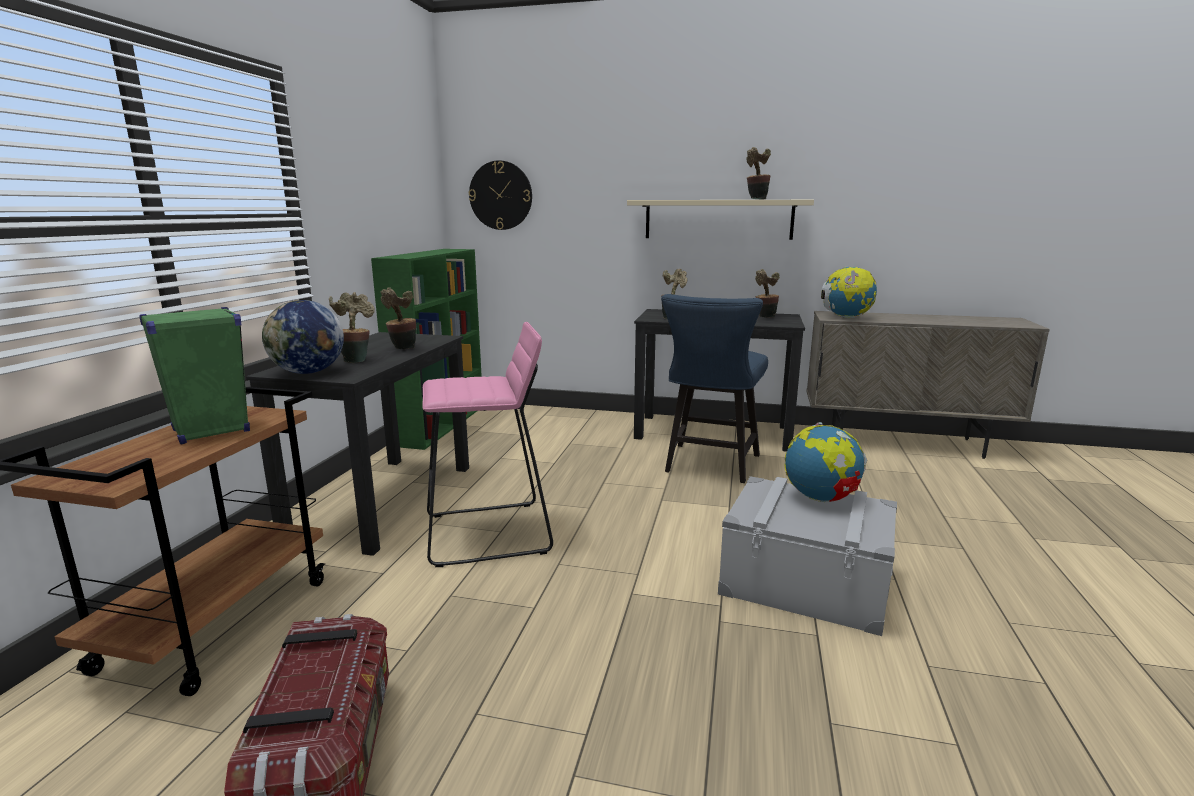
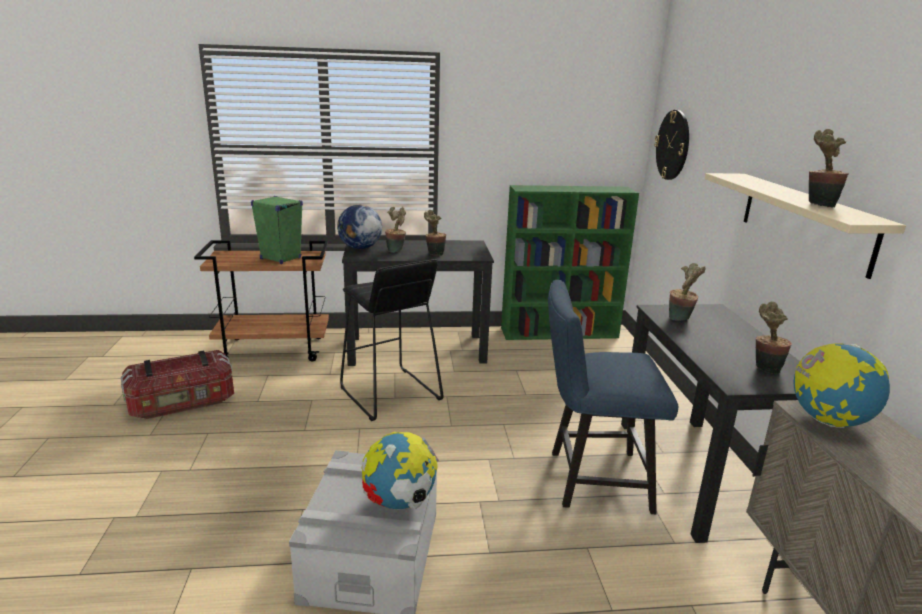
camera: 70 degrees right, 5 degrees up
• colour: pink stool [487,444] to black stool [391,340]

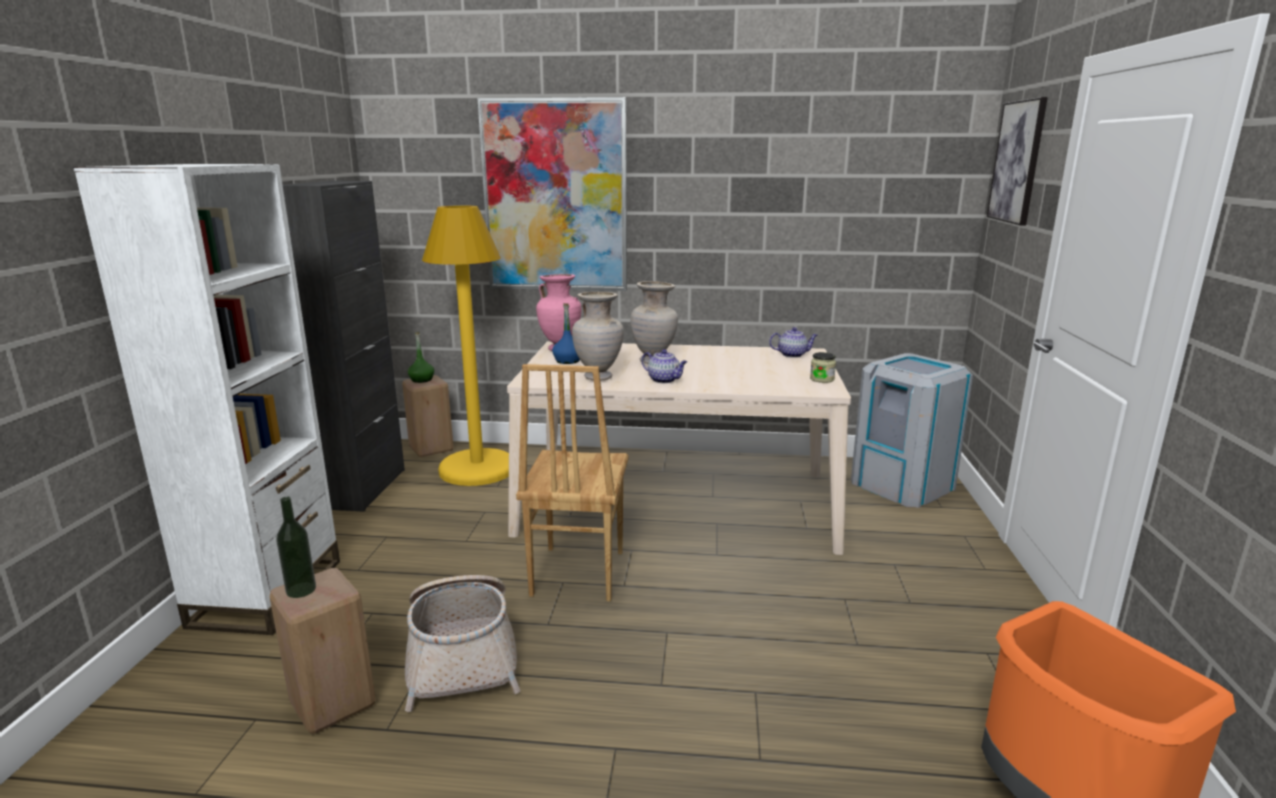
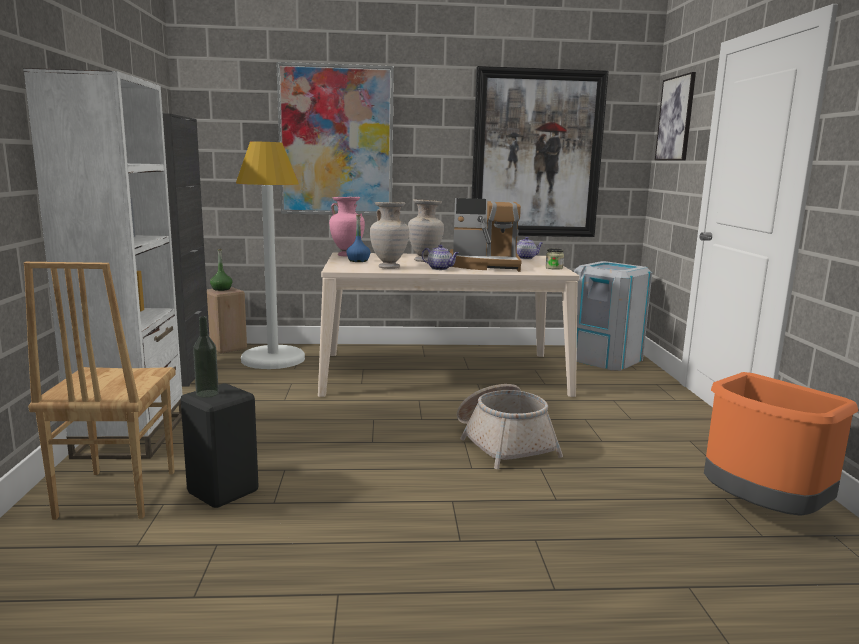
camera: 10 degrees left, 5 degrees down
• colour: beige stool [322,651] to black stool [219,445]
• relocated: basket [462,643] to [510,426]
• colour: yellow floor lamp [465,345] to white floor lamp [270,255]
• relocated: brown chair [572,482] to [100,391]
• appeared: coffee machine [486,235]
• appeared: picture [540,151]

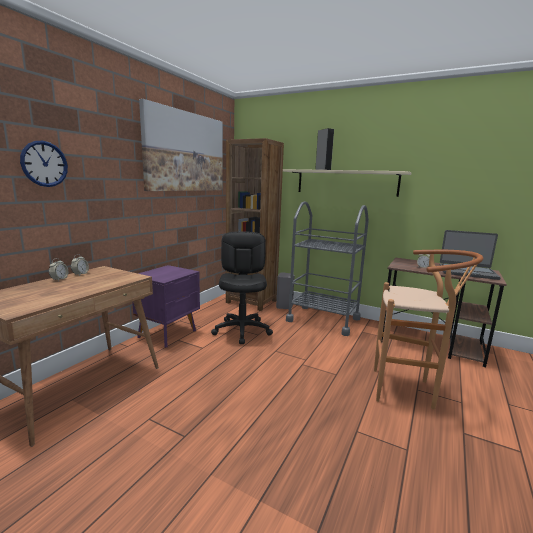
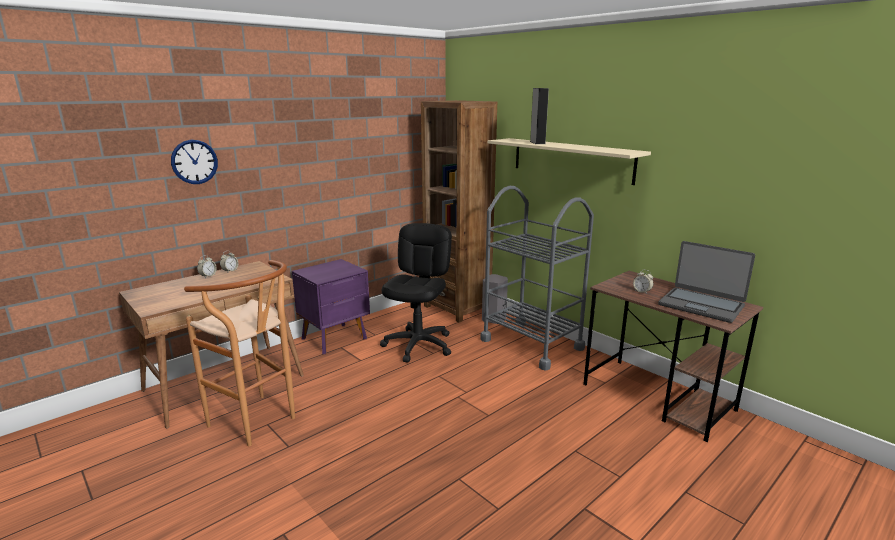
camera: 20 degrees right, 5 degrees up
• missing: picture [181,145]
• relocated: brown stool [428,329] to [239,353]

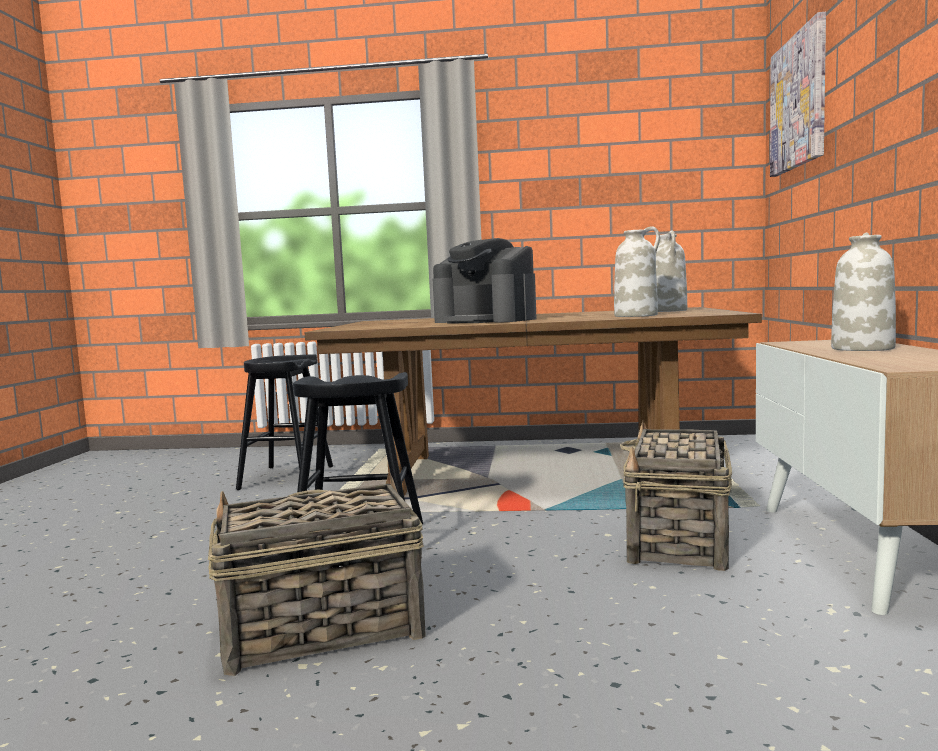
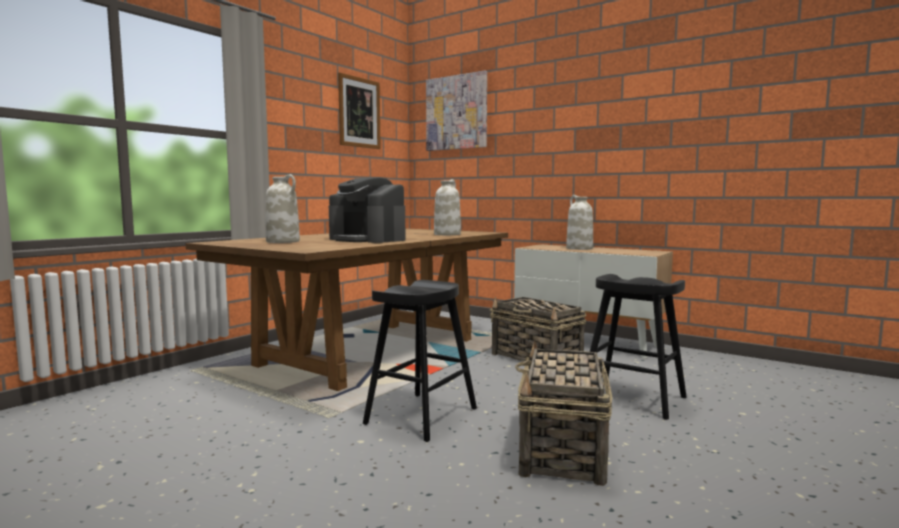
camera: 60 degrees left, 0 degrees up
• relocated: black stool [284,422] to [638,347]
• spun: coffee machine [485,280] = [367,210] 60 degrees clockwise
• relocated: white vase [671,271] to [283,208]
• appeared: picture [359,111]

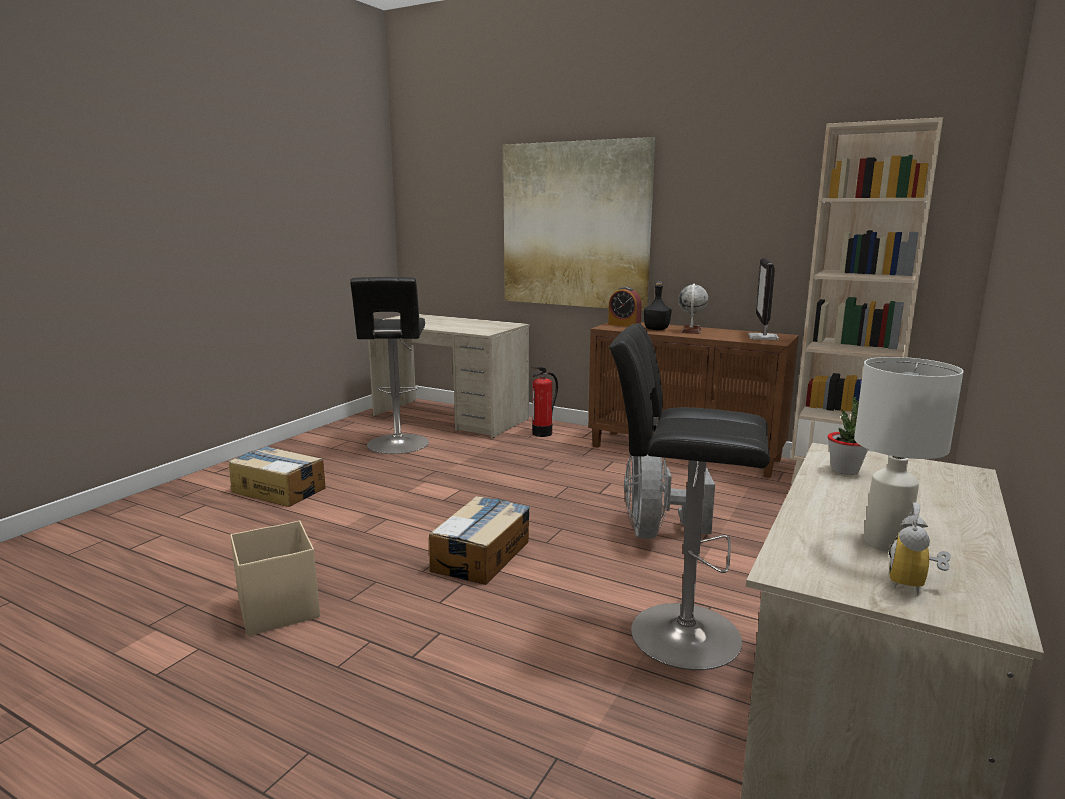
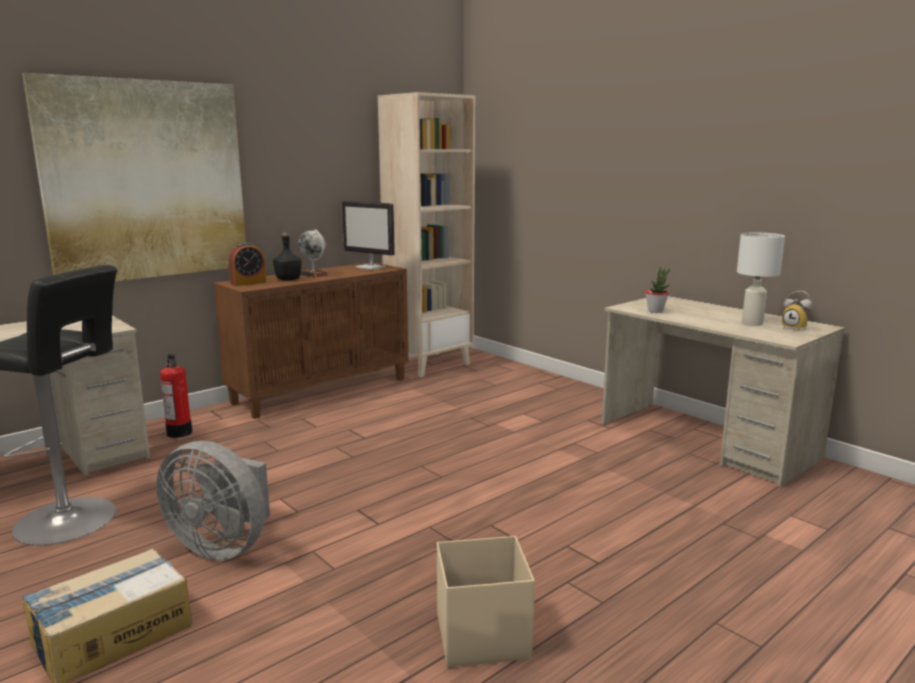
camera: 70 degrees left, 0 degrees up
• missing: cardboard box [479,540]
• missing: black stool [689,496]
• relocated: grey fan [669,497] to [213,500]

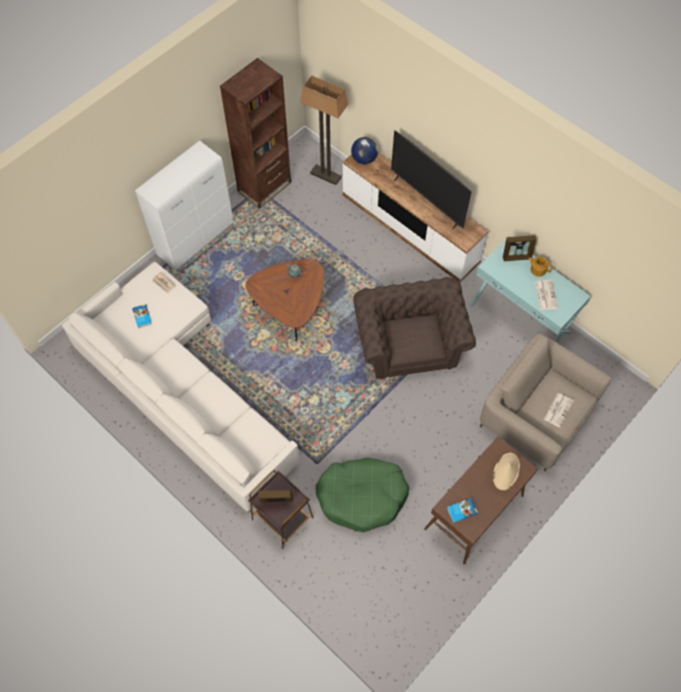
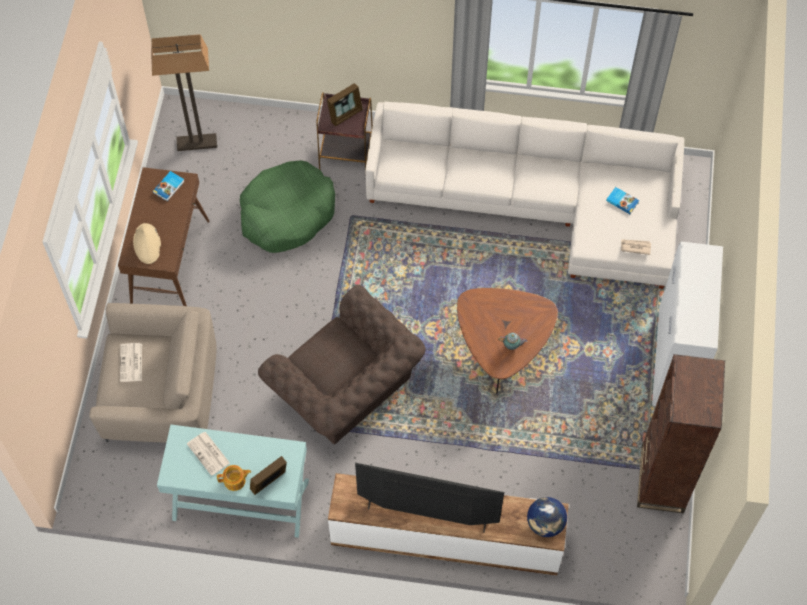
camera: 145 degrees right, 0 degrees up
• relocated: floor lamp [324,130] to [184,92]

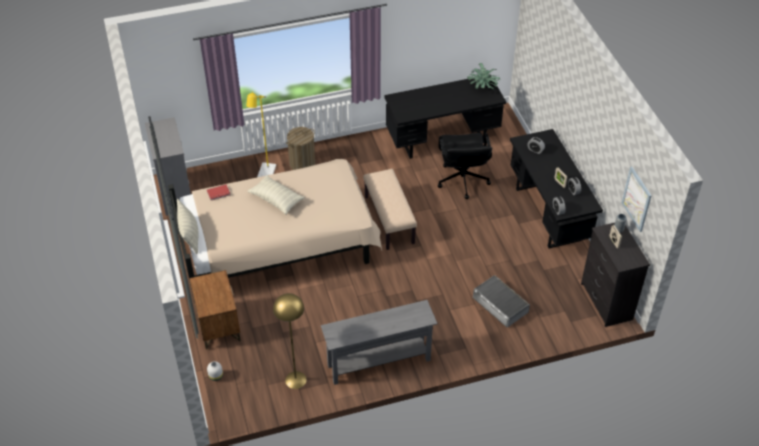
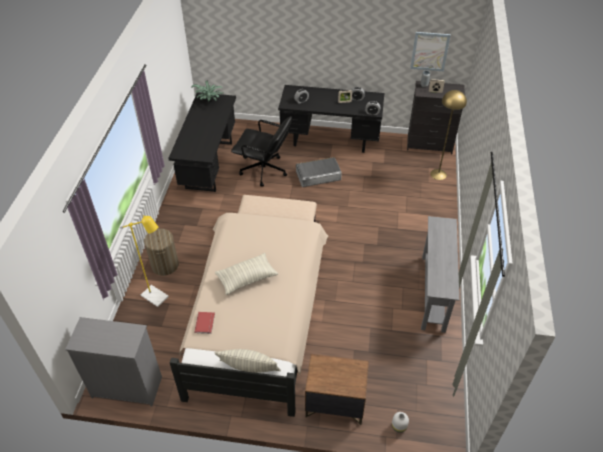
camera: 65 degrees left, 0 degrees up
• relocated: yellow floor lamp [290,341] to [448,135]
• relocated: grey storage box [501,301] to [319,172]

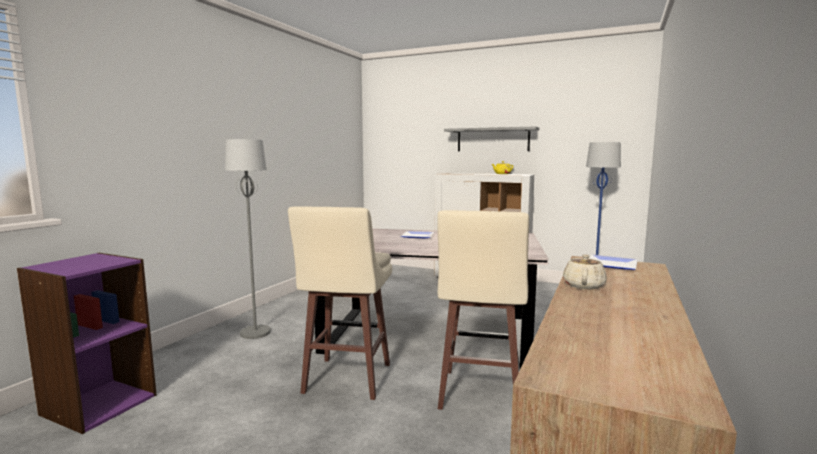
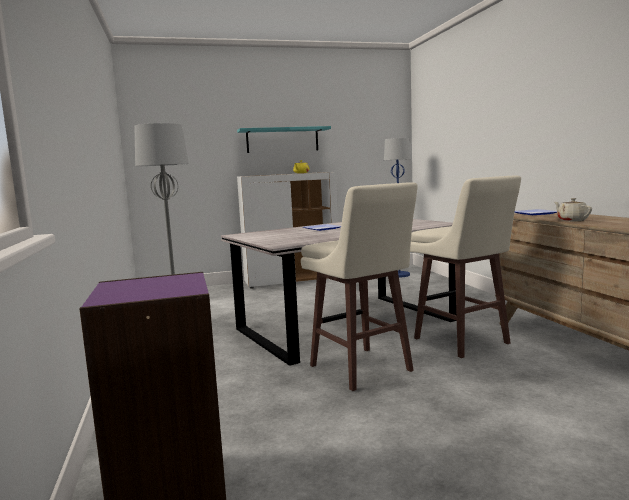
camera: 40 degrees left, 0 degrees up
• colour: grey shelf [491,138] to turquoise shelf [284,139]

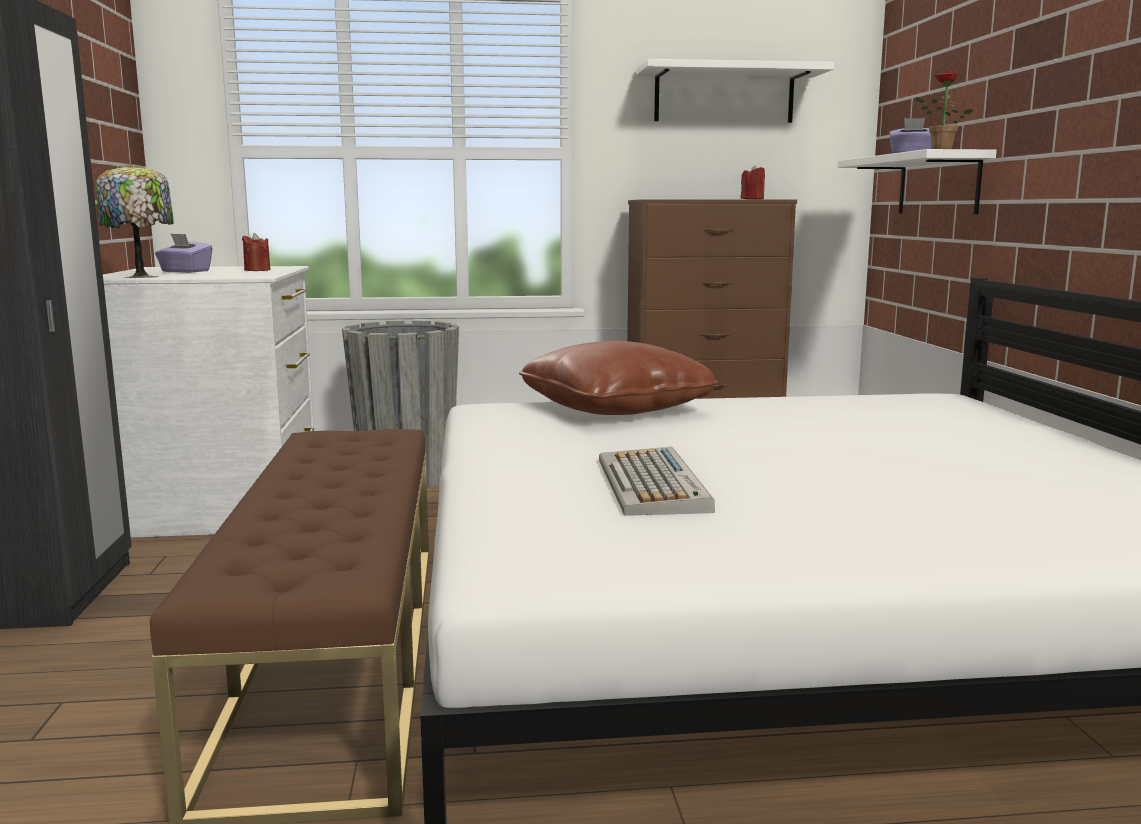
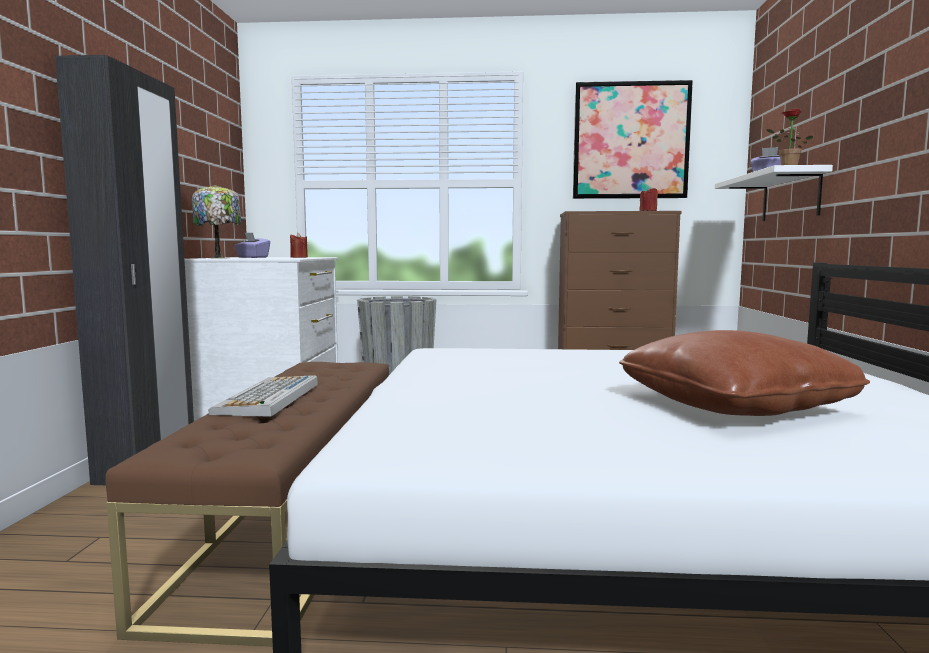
camera: 10 degrees right, 5 degrees down
• relocated: brown pillow [618,378] to [744,373]
• relocated: keyboard [657,481] to [263,396]
• exchanged: white shelf [735,91] to picture [633,139]

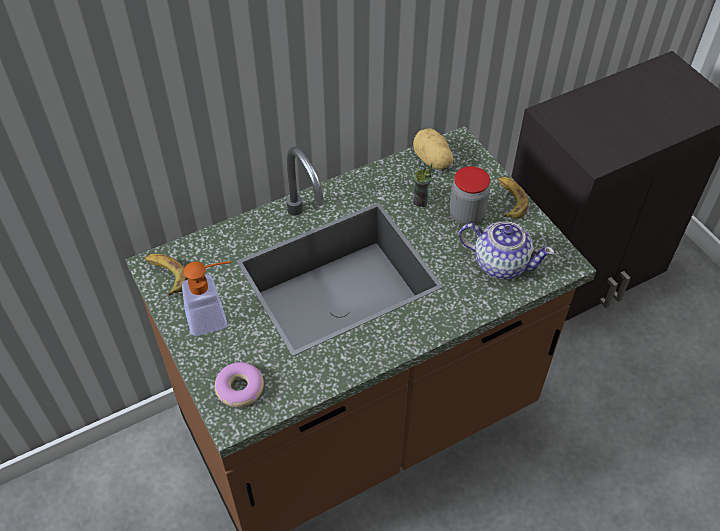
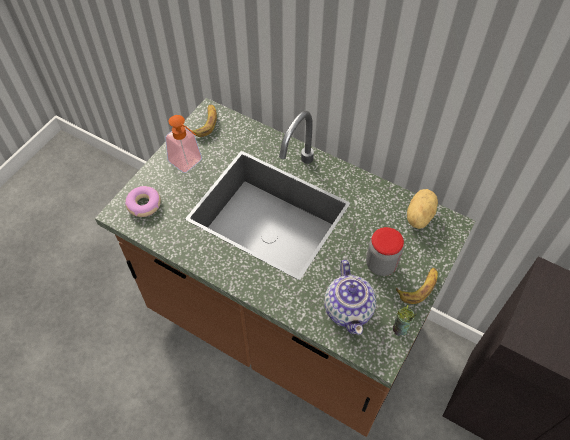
camera: 60 degrees right, 5 degrees up
• relocated: cup [422,185] to [405,320]

